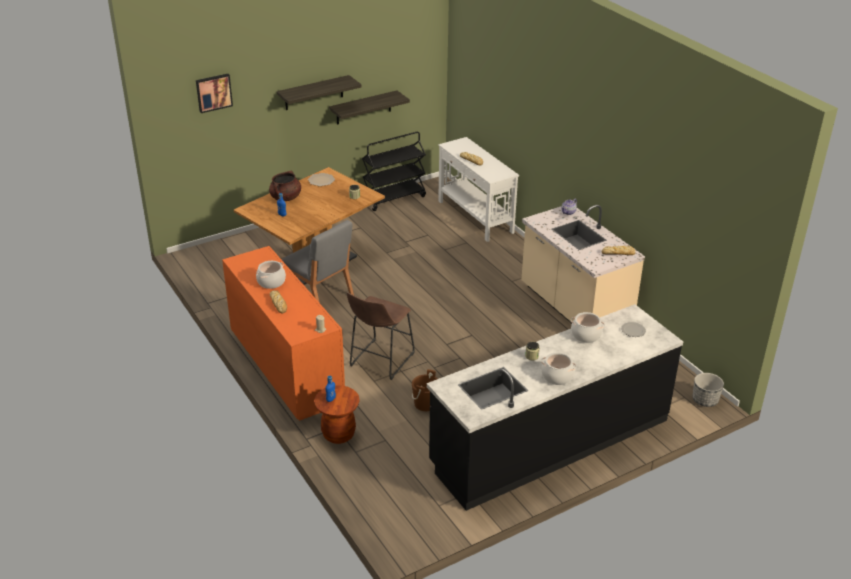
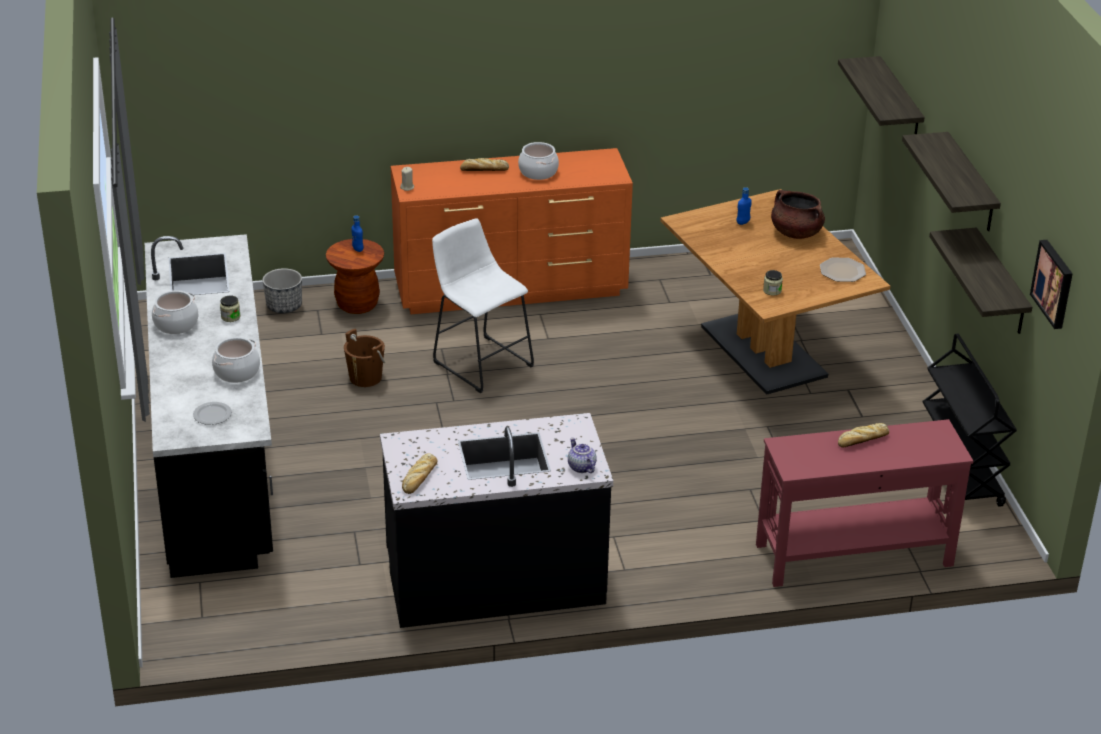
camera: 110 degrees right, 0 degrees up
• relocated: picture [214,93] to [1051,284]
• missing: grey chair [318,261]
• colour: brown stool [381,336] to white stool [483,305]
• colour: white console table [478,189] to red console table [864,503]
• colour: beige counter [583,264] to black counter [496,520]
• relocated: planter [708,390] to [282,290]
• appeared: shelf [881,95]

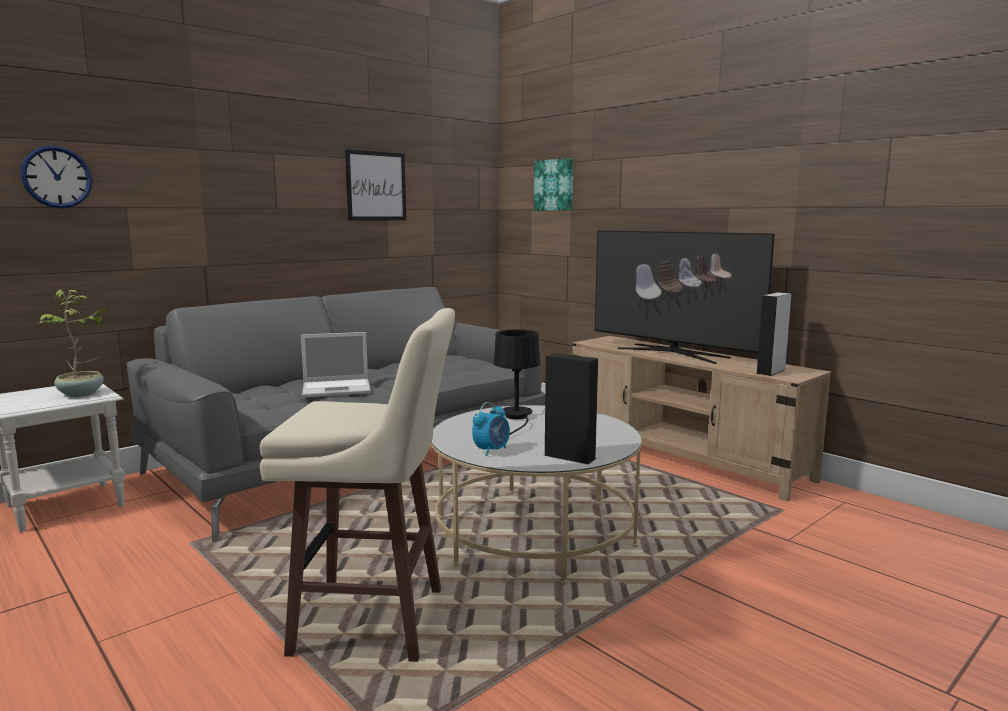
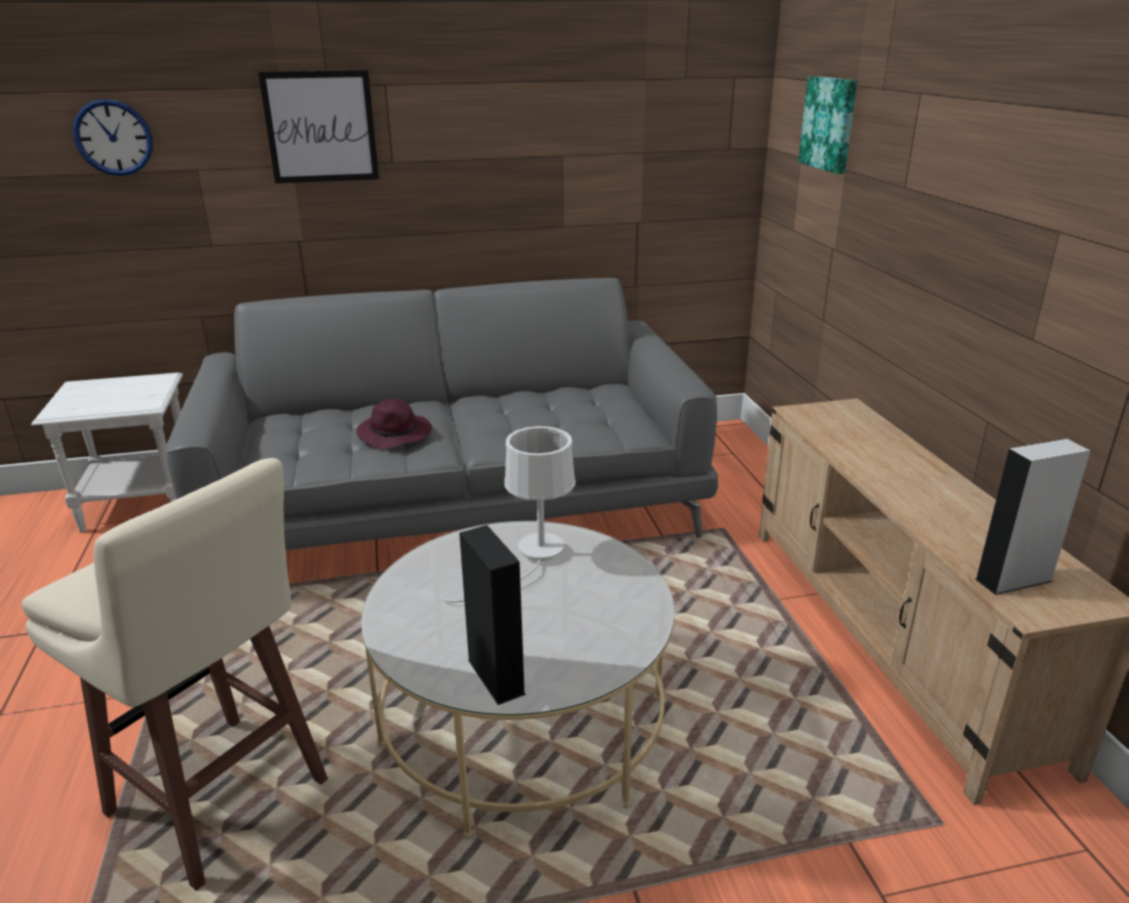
camera: 30 degrees right, 15 degrees up
• missing: potted plant [73,343]
• exchanged: laptop [336,364] to purple hat [394,424]
• relocated: picture [375,185] to [318,126]
• missing: alarm clock [491,429]
• colour: black table lamp [517,382] to white table lamp [509,514]
• missing: television [685,297]

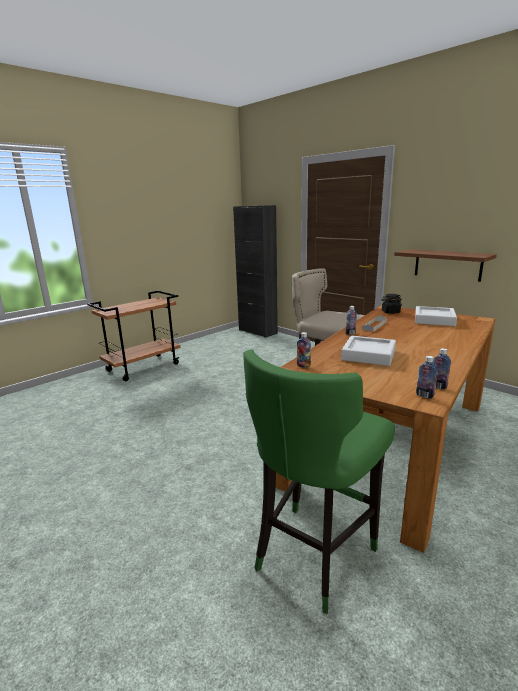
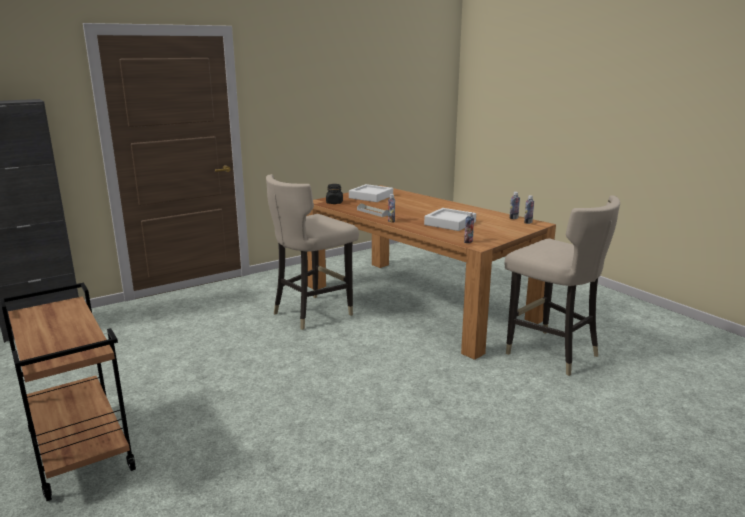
camera: 80 degrees left, 0 degrees up
• colour: green stool [319,481] to beige stool [562,285]
• missing: brown shelf [445,265]

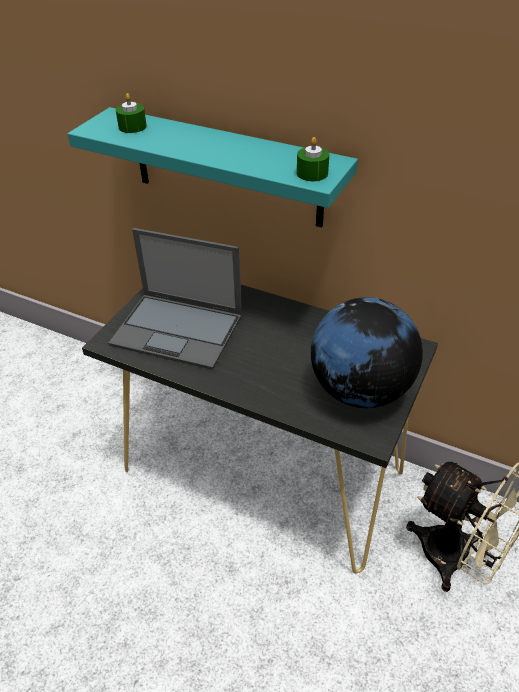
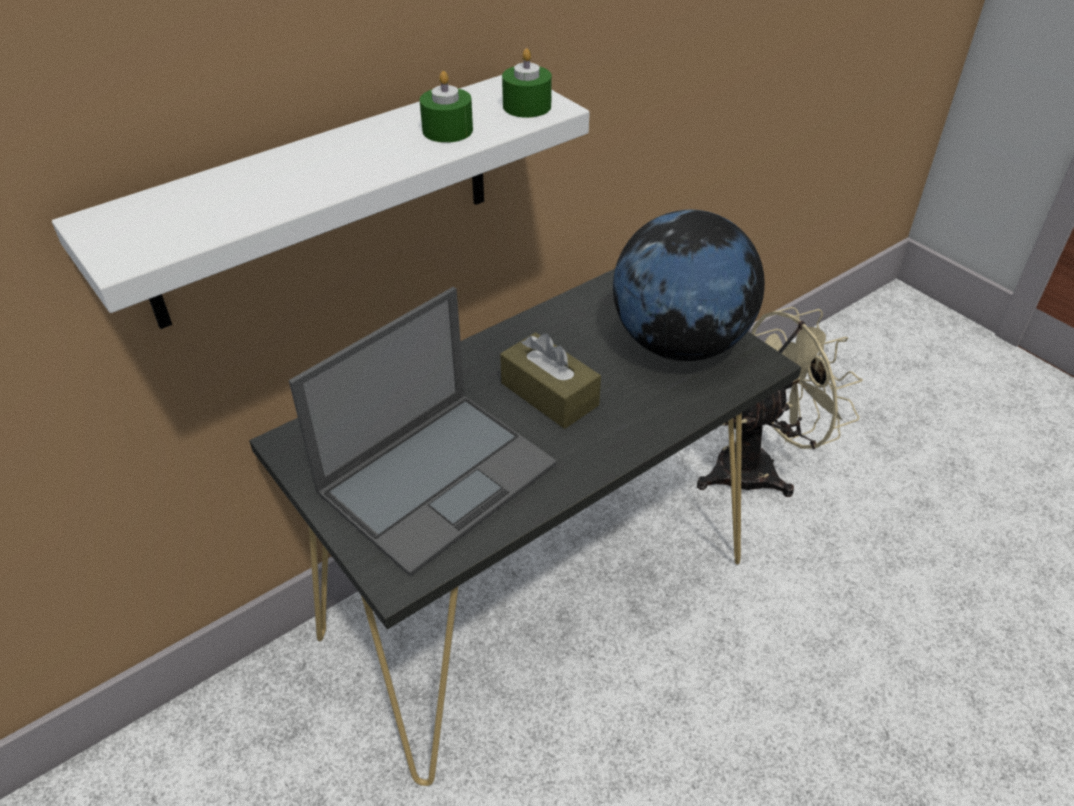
camera: 65 degrees left, 0 degrees up
• colour: turquoise shelf [212,167] to white shelf [321,202]
• relocated: green candle [131,113] to [446,107]
• appeared: brown tissue box [550,380]

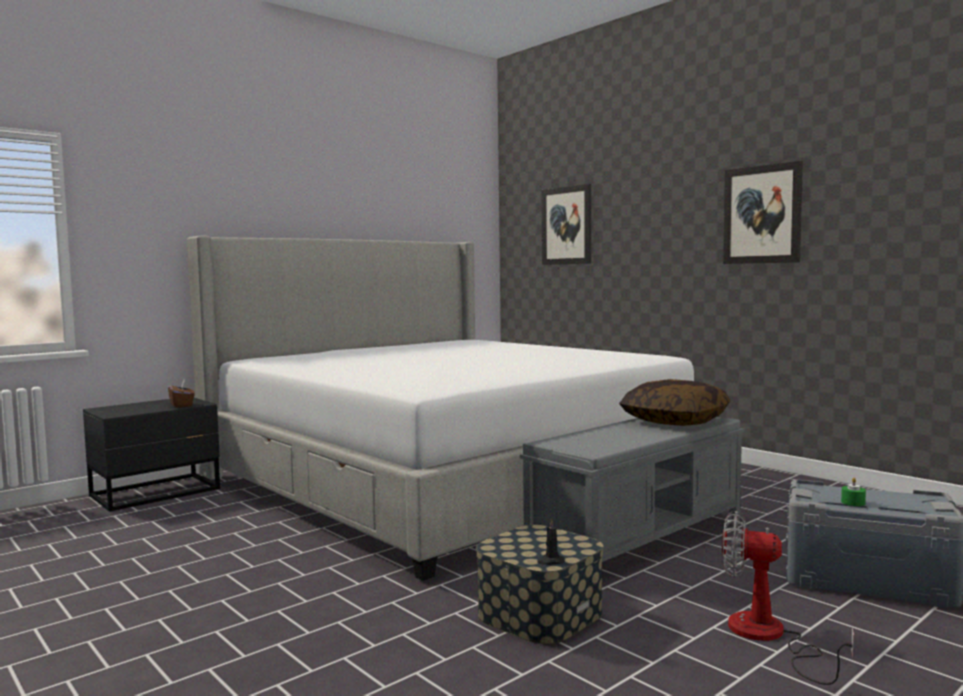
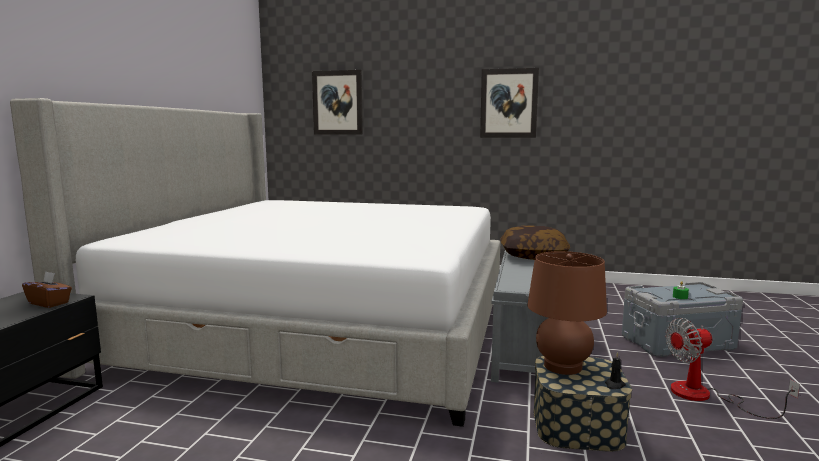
camera: 35 degrees left, 5 degrees up
• appeared: brown table lamp [567,313]

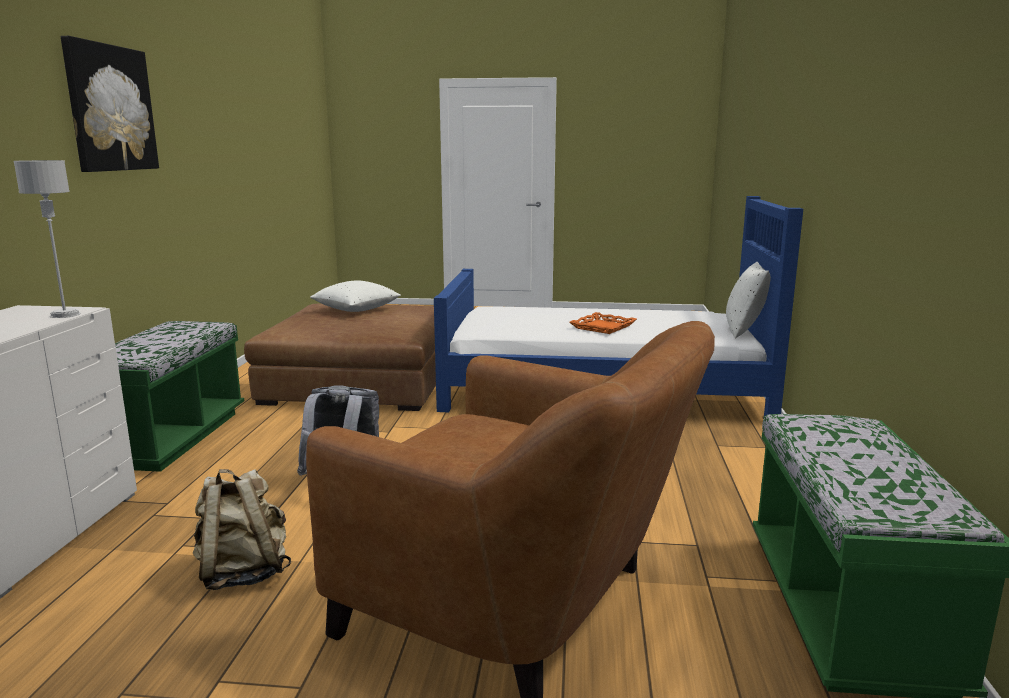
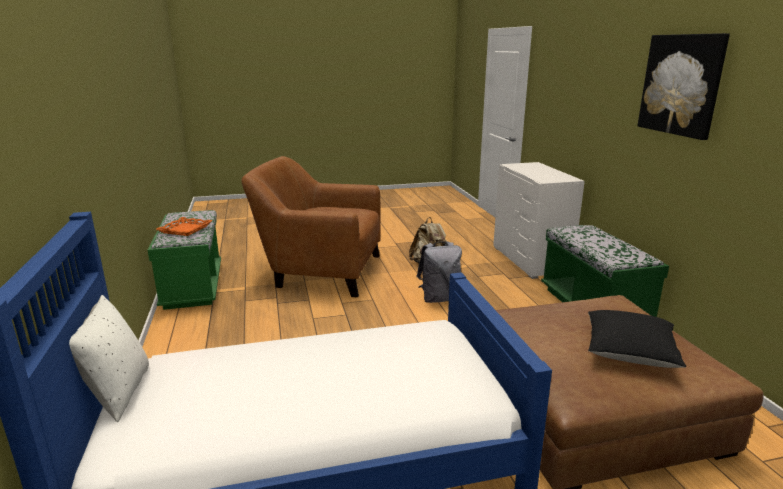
camera: 160 degrees right, 5 degrees up
• missing: grey table lamp [47,239]
• colour: white pillow [355,296] to black pillow [637,339]
• relocated: orange tray [603,323] to [184,226]

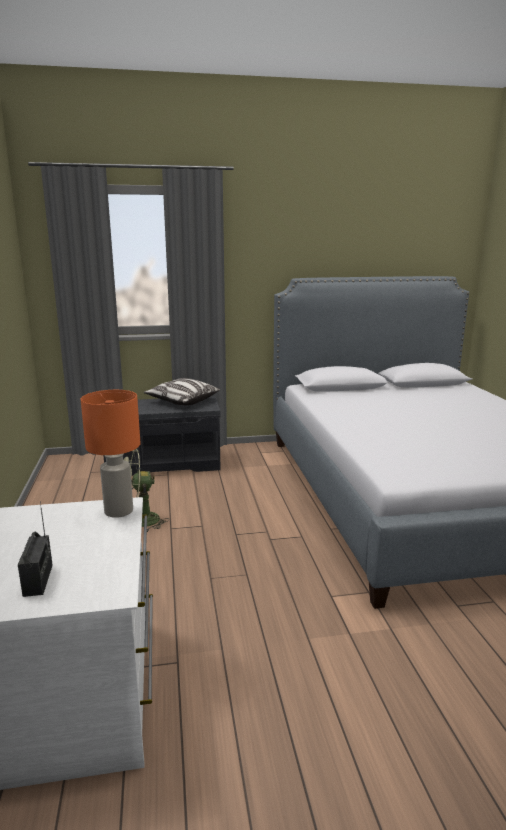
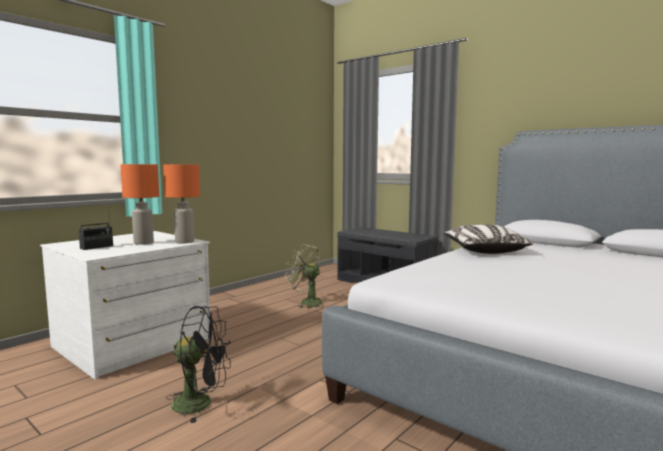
camera: 50 degrees right, 10 degrees down
• relocated: pillow [182,391] to [488,239]
• appeared: orange table lamp [139,204]
• appeared: black fan [198,364]

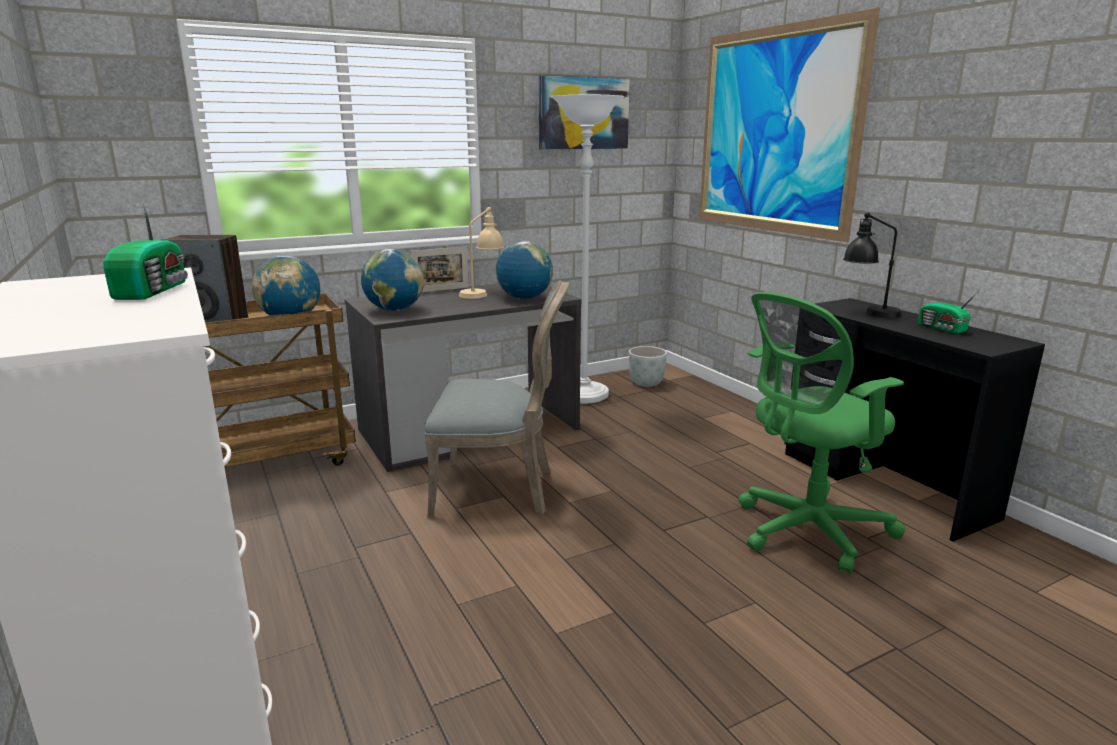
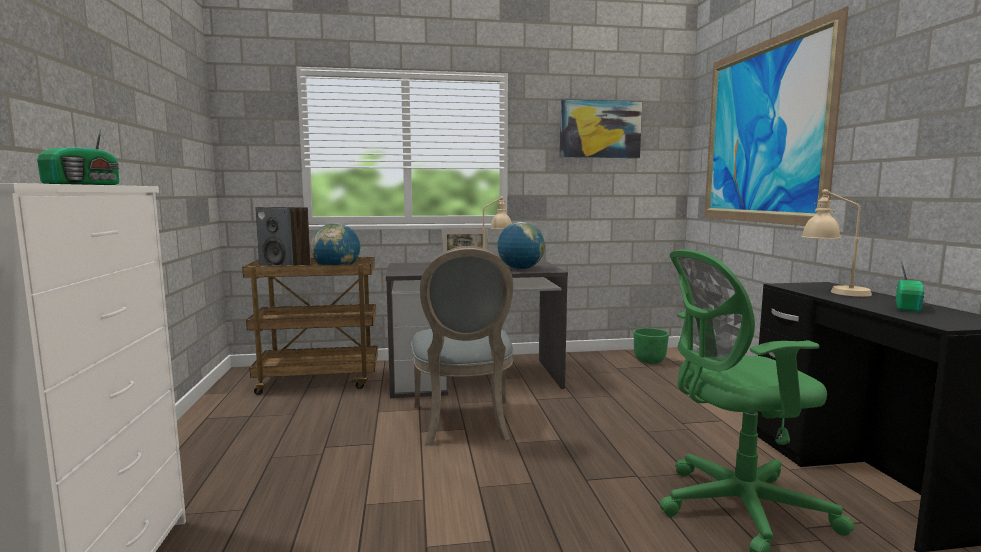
camera: 20 degrees right, 10 degrees down
• missing: globe [392,280]
• spun: grey chair [497,399] = [462,345] 60 degrees clockwise
• missing: white floor lamp [587,249]
• colour: grey planter [648,366] to green planter [651,346]
• colour: black table lamp [872,265] to beige table lamp [837,243]
• spun: radio [949,311] = [910,284] 135 degrees counterclockwise

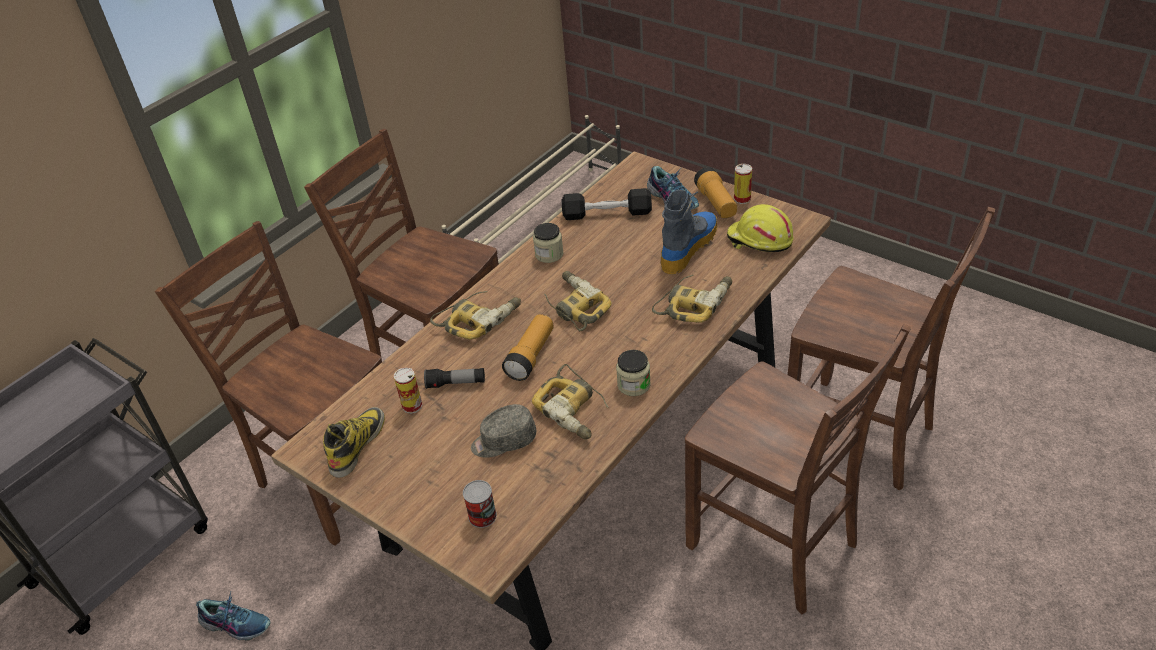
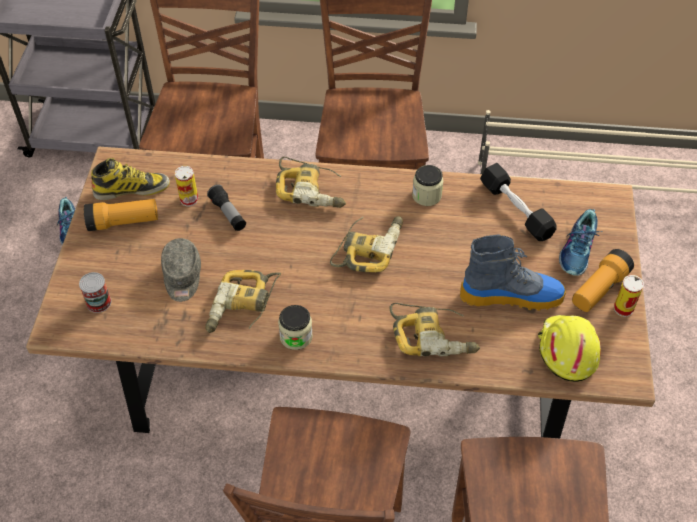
camera: 55 degrees right, 10 degrees up
• spun: grey cap [503,431] = [181,270] 135 degrees counterclockwise
• relocated: flashlight [528,347] to [121,215]

